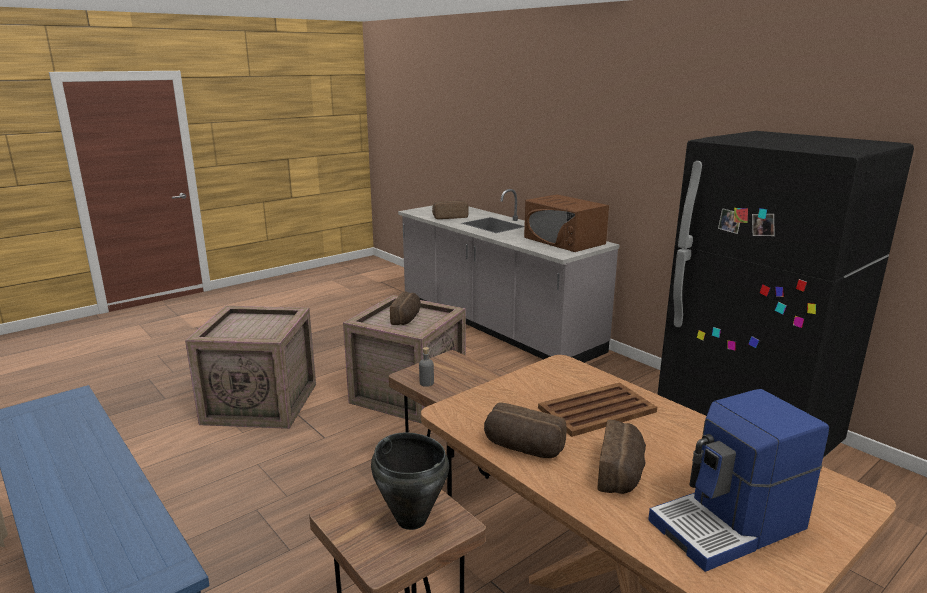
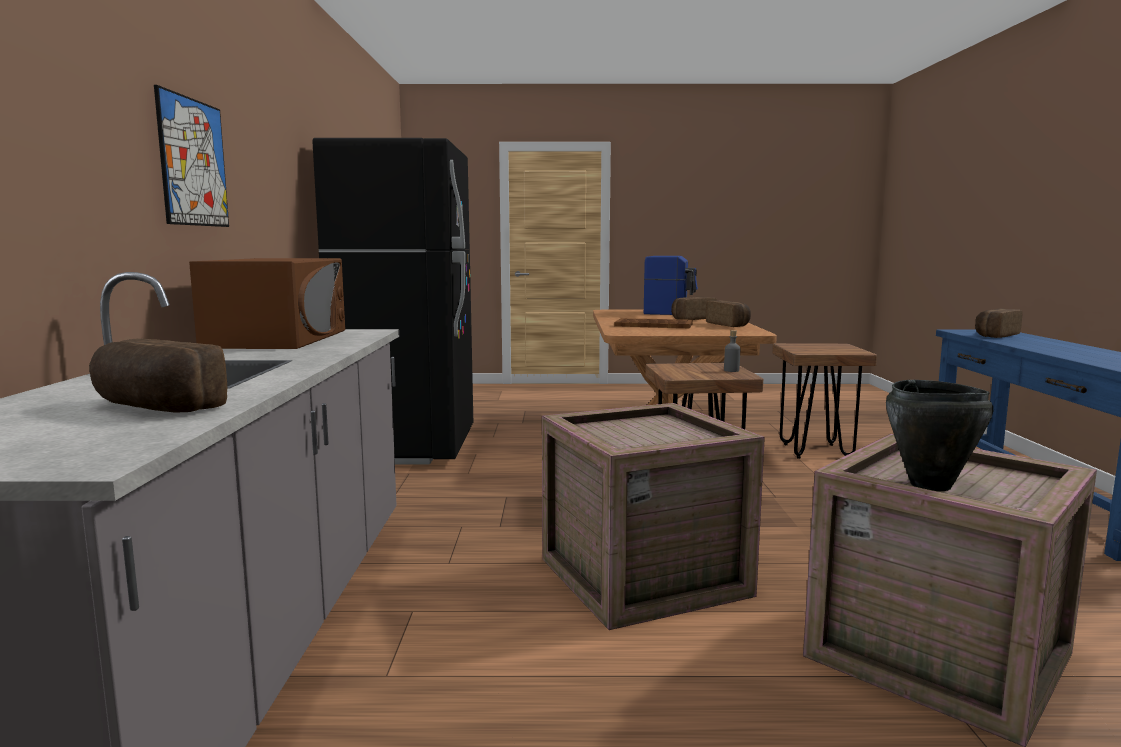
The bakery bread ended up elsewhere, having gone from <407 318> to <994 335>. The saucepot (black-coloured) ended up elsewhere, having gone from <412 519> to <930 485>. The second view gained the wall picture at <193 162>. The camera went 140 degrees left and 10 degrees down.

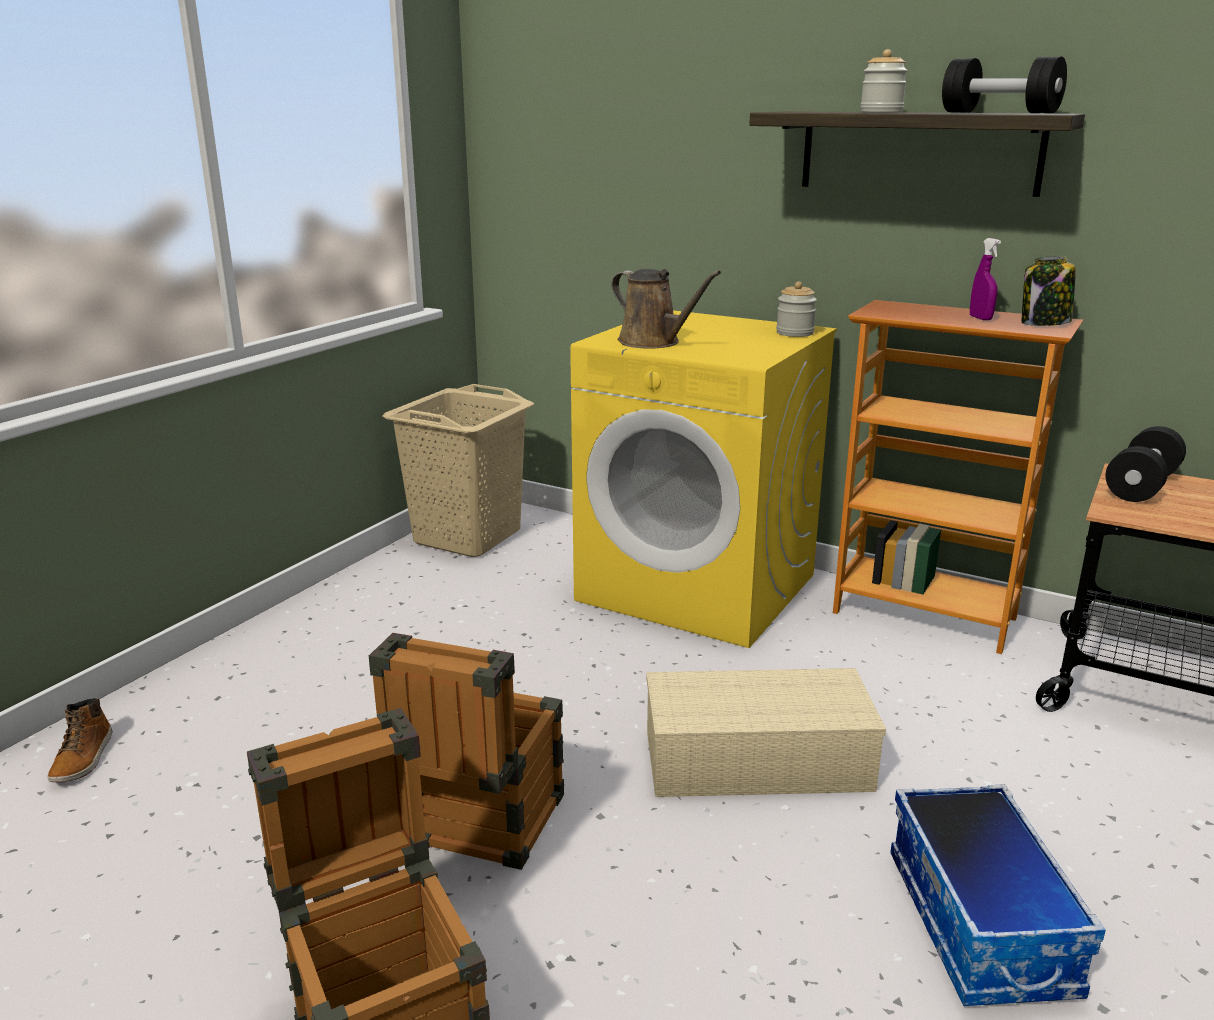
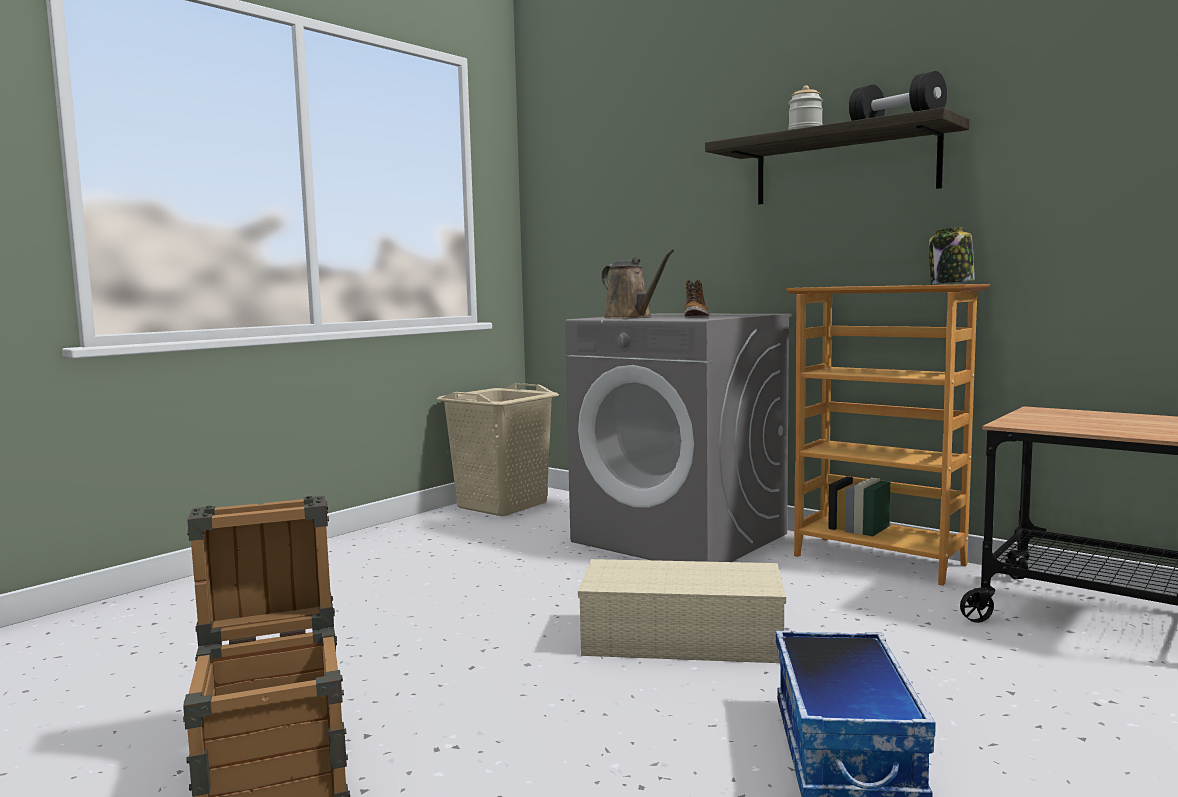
The second view lost the sprayer (purplish) at <980 318>. The second view lost the storage jar at <794 333>. What was the washing machine (yellowish) at <699 587> turned into the washing machine (gray) at <681 538>. The second view lost the hand weight (black-coloured) at <1141 486>. The second view lost the crate at <480 832>. The high-top boot ended up elsewhere, having gone from <84 759> to <696 316>. The camera went 10 degrees right and 15 degrees down.

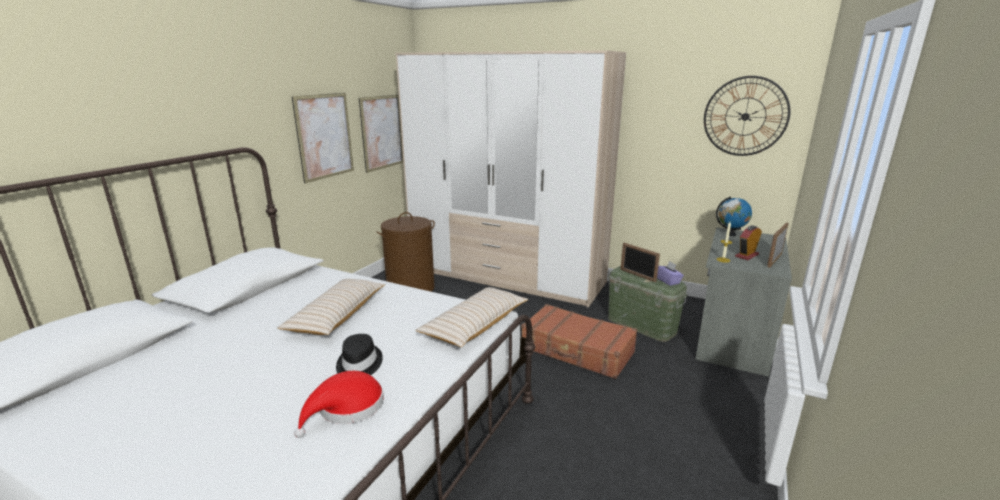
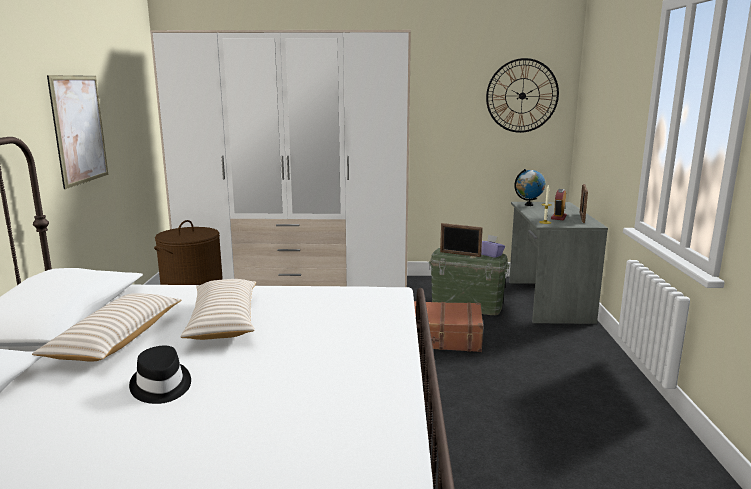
The second view lost the wall picture at <382 132>. The throw pillow (sand-coloured) ended up elsewhere, having gone from <475 326> to <116 340>. The clothing hat (black-coloured) ended up elsewhere, having gone from <358 365> to <160 386>. The second view lost the clothing hat (reddish) at <347 408>. The camera went 25 degrees left and 5 degrees down.

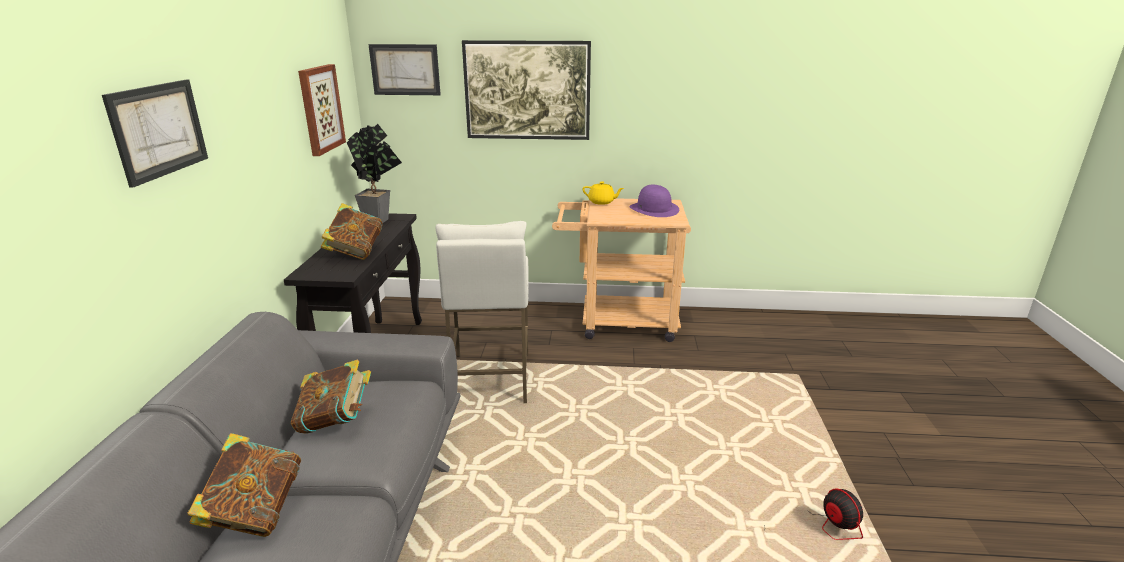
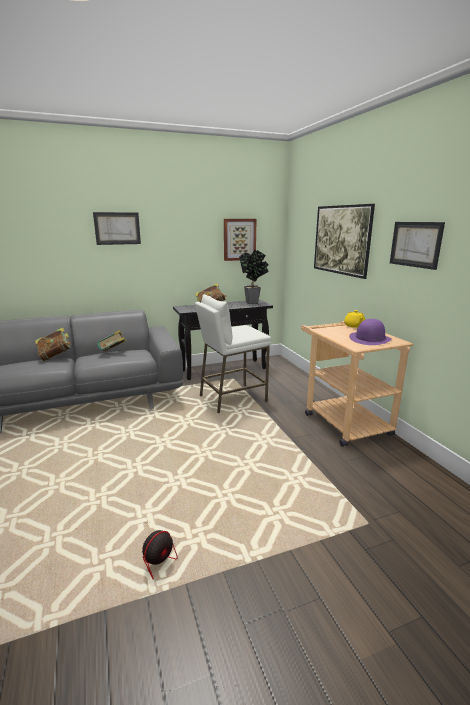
The wall picture ended up elsewhere, having gone from <405 69> to <415 244>. The camera went 65 degrees right and 5 degrees down.

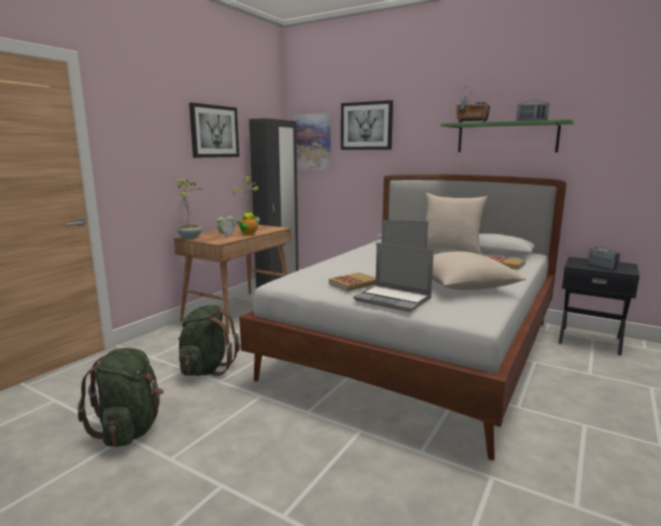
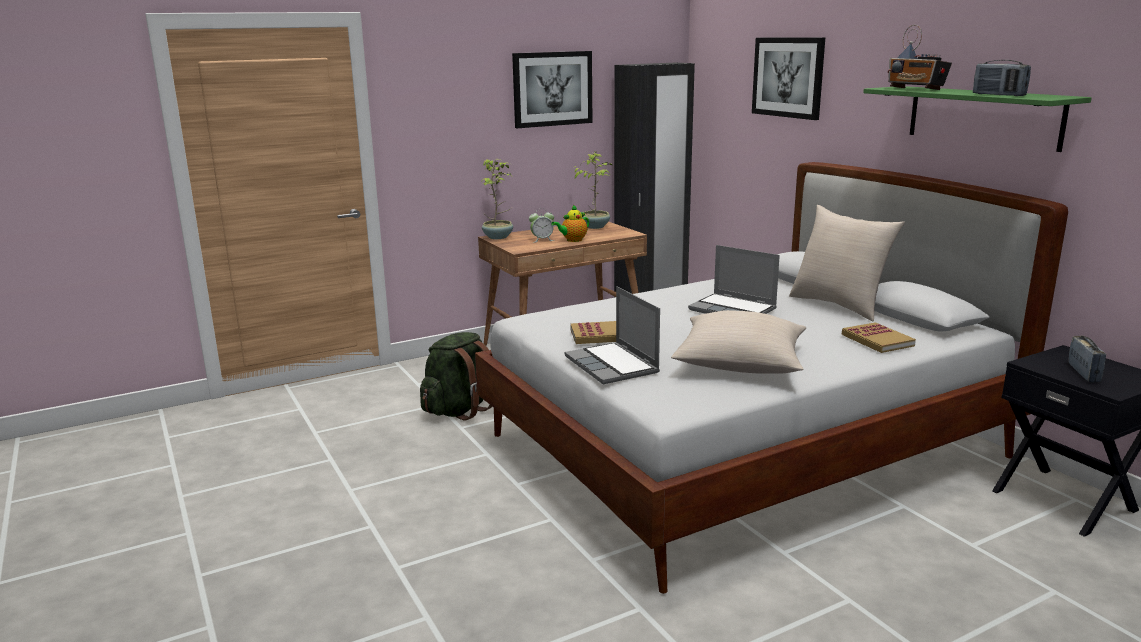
The second view lost the wall picture at <313 142>. The second view lost the backpack (greenish) at <130 429>. The camera went 30 degrees right and 5 degrees up.

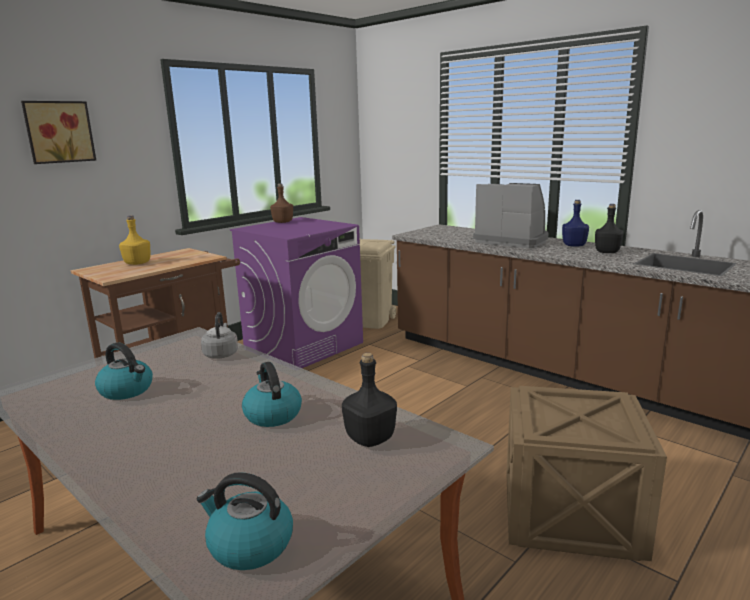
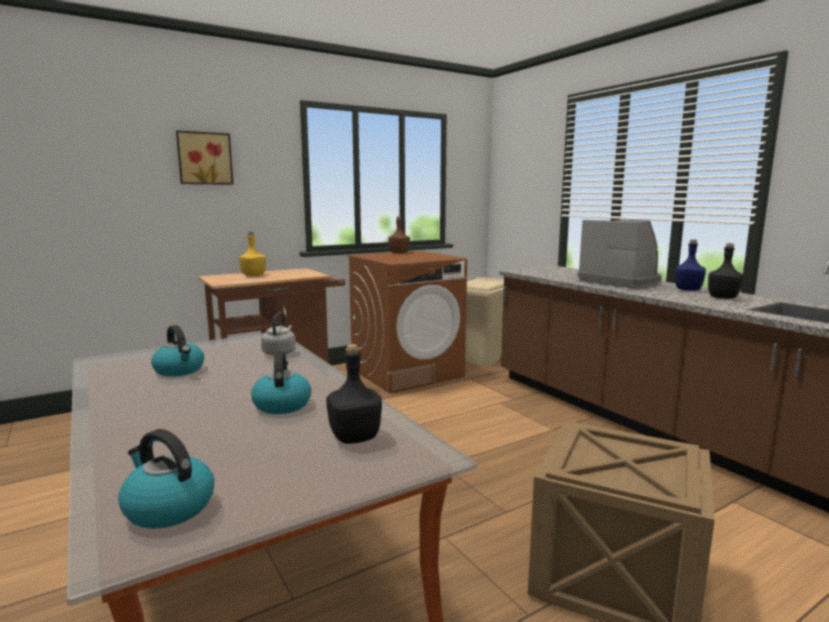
What was the washing machine (purplish) at <304 345> turned into the washing machine (brown-coloured) at <407 373>. The camera went 15 degrees right and 5 degrees down.

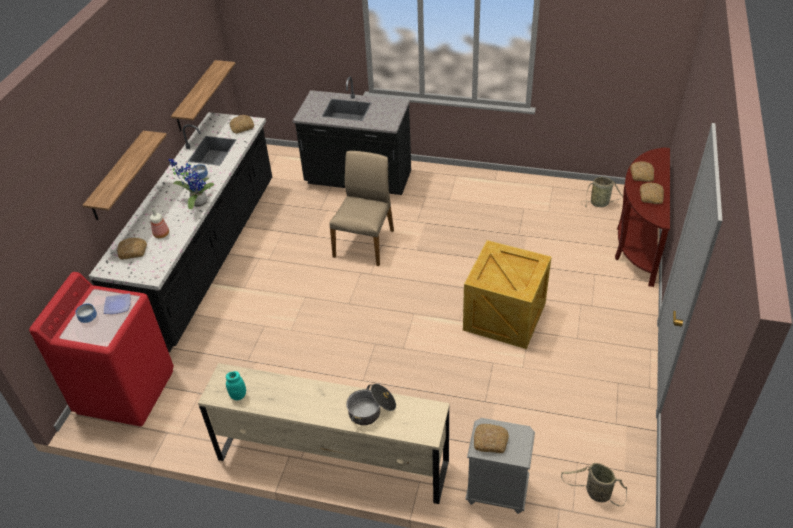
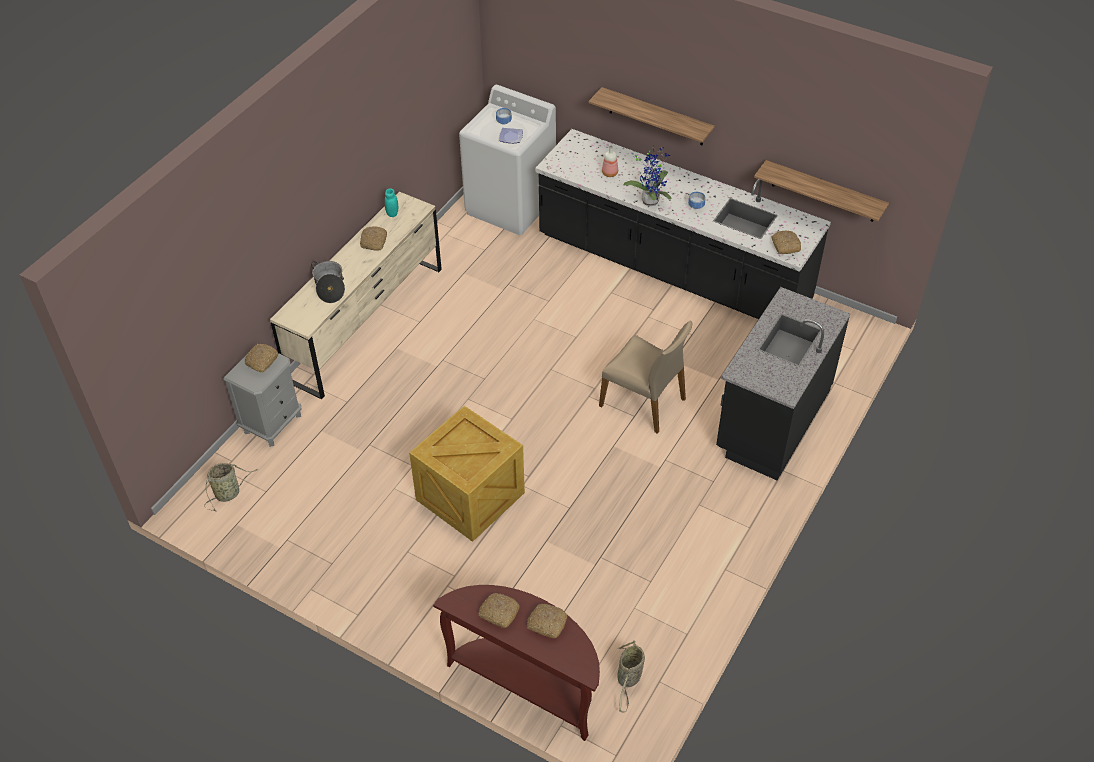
The bakery bread ended up elsewhere, having gone from <133 251> to <374 242>. What was the washing machine (reddish) at <126 391> turned into the washing machine (white-coloured) at <511 206>. The camera went 105 degrees right and 5 degrees up.

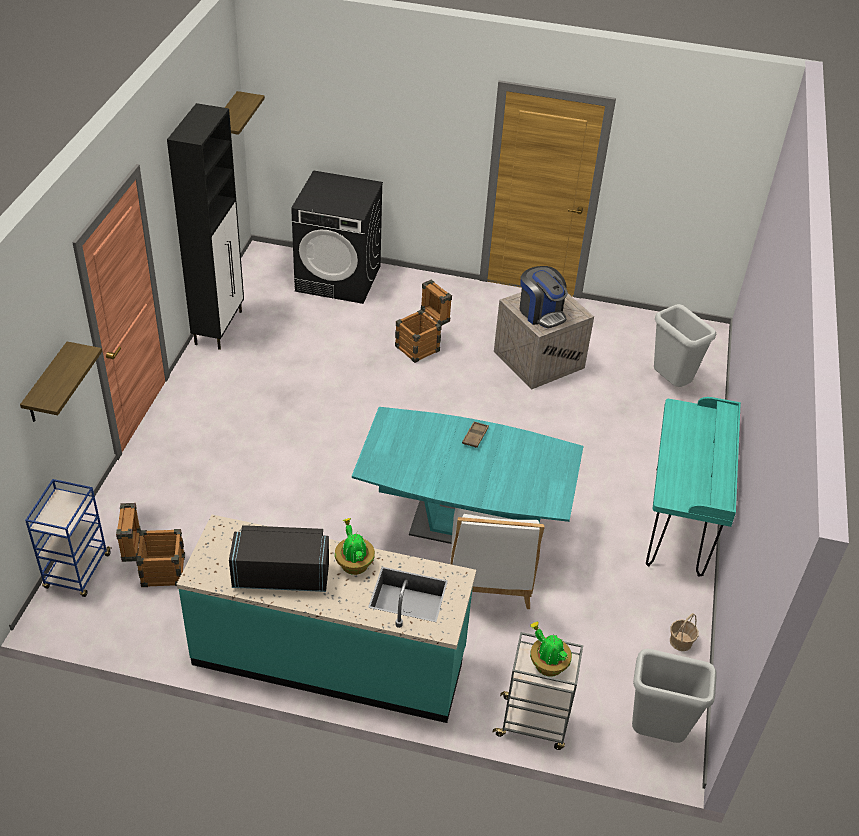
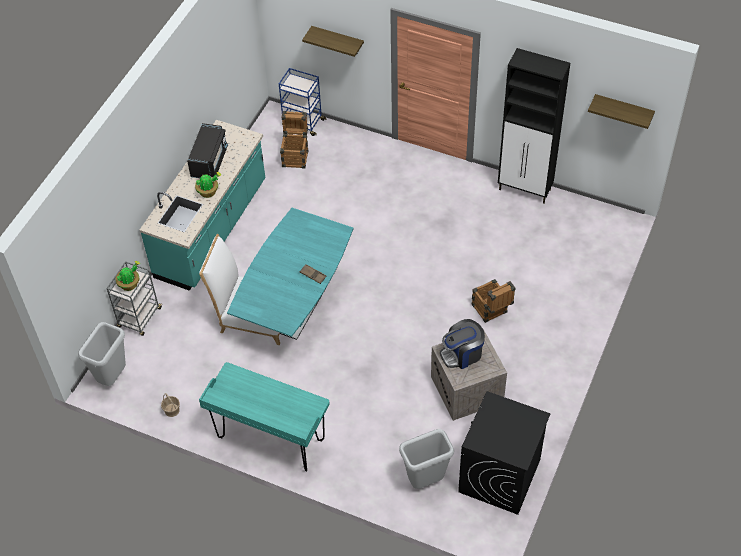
The washing machine (black-coloured) ended up elsewhere, having gone from <339 278> to <499 476>. The camera went 105 degrees right and 10 degrees up.

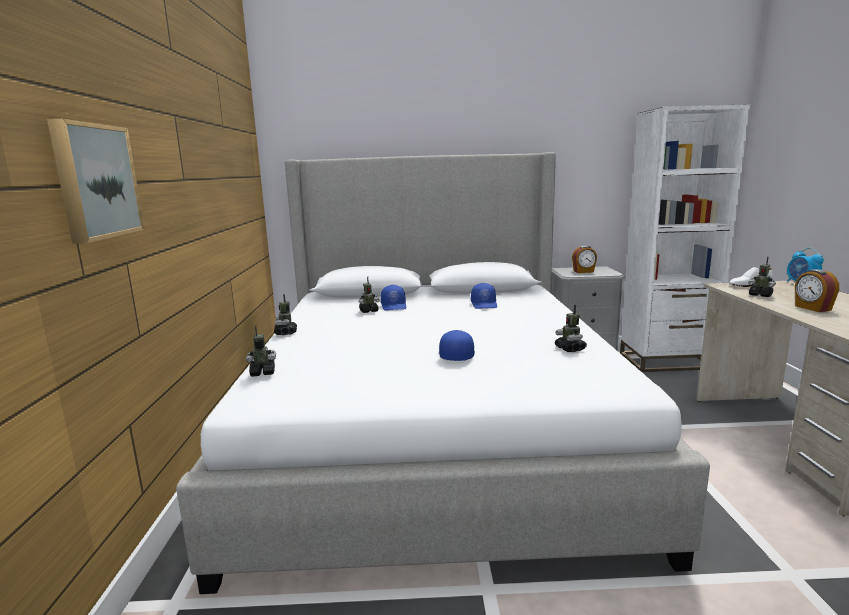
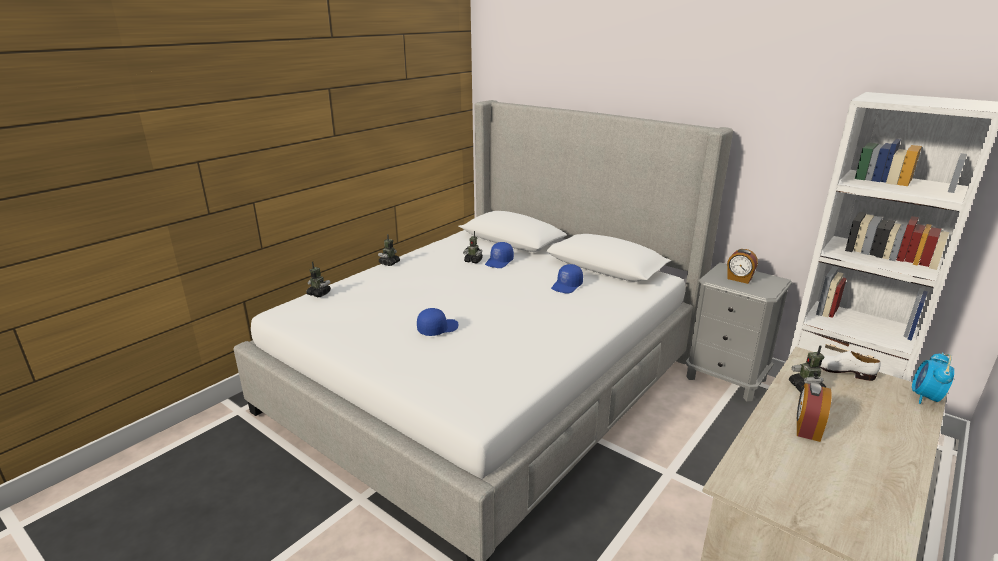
The second view lost the wall picture at <95 181>. The second view lost the robot figure at <570 349>. The camera went 40 degrees right and 10 degrees up.

